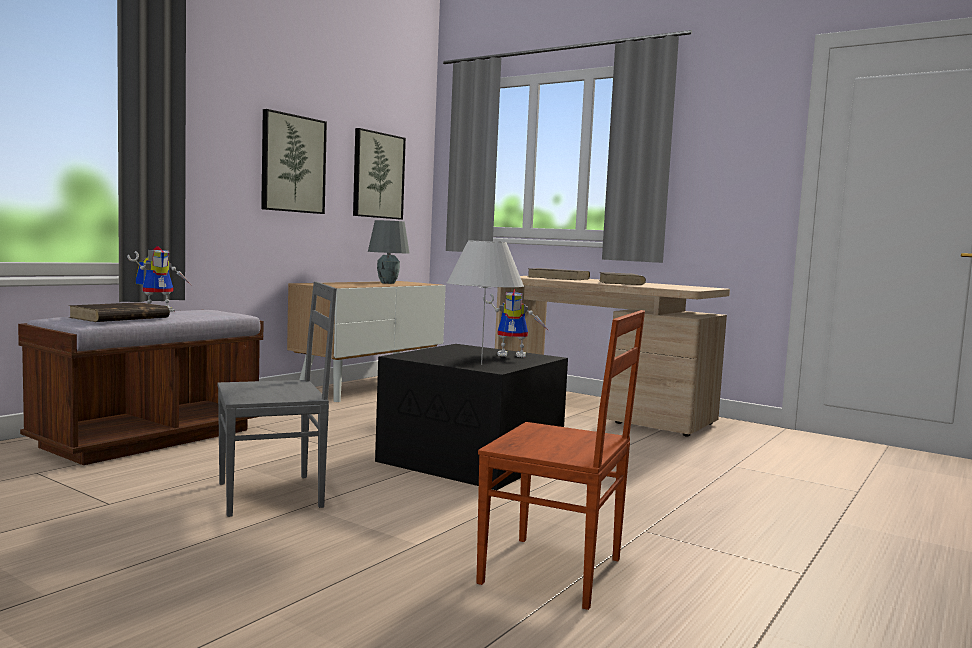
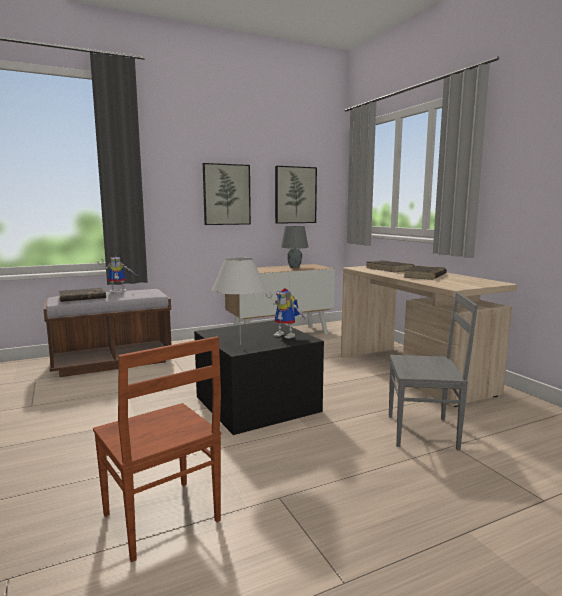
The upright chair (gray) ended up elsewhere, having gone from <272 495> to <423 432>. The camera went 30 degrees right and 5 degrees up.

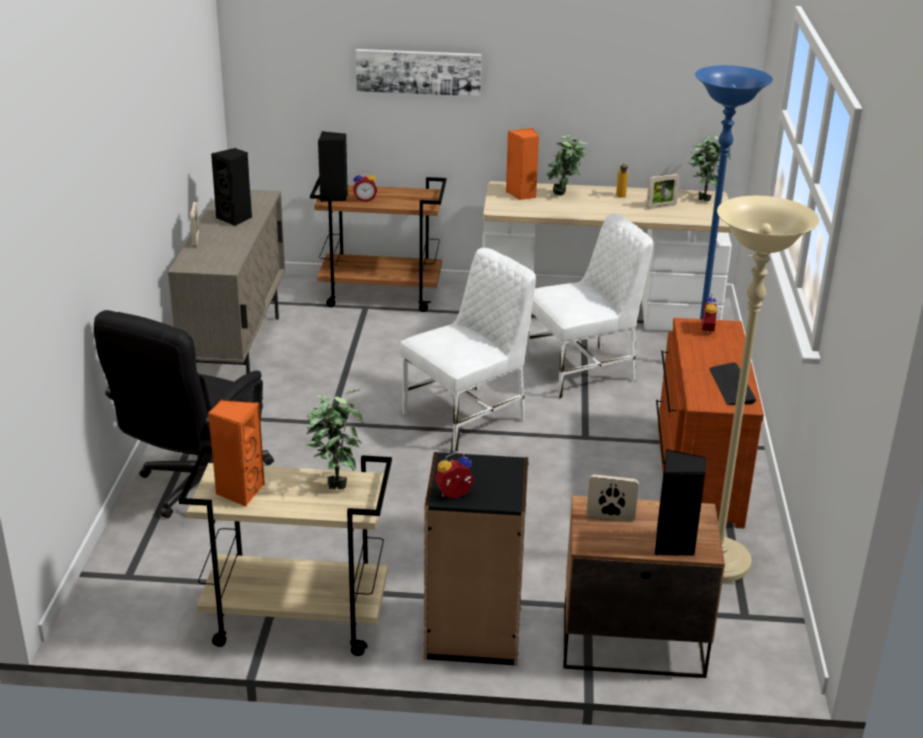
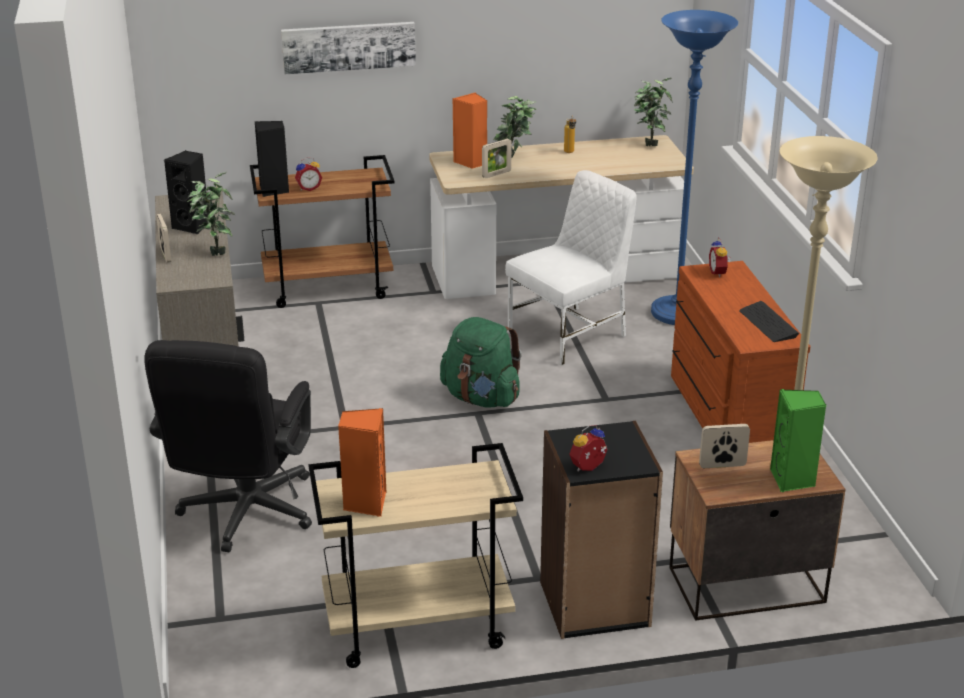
The picture frame ended up elsewhere, having gone from <661 206> to <496 174>. Where the upright chair (white-coloured) stood at <467 417>, the backpack (greenish) came to stand at <481 398>. The plant in a pot ended up elsewhere, having gone from <335 480> to <214 251>. What was the loudspeaker (black-coloured) at <674 545> turned into the loudspeaker (greenish) at <793 480>. The camera went 15 degrees left and 0 degrees up.

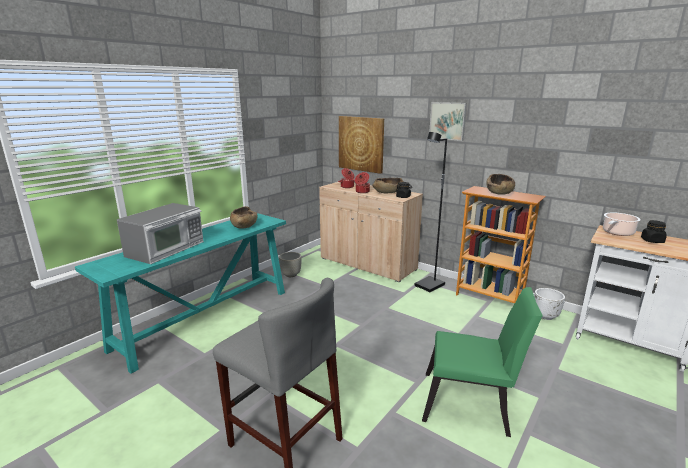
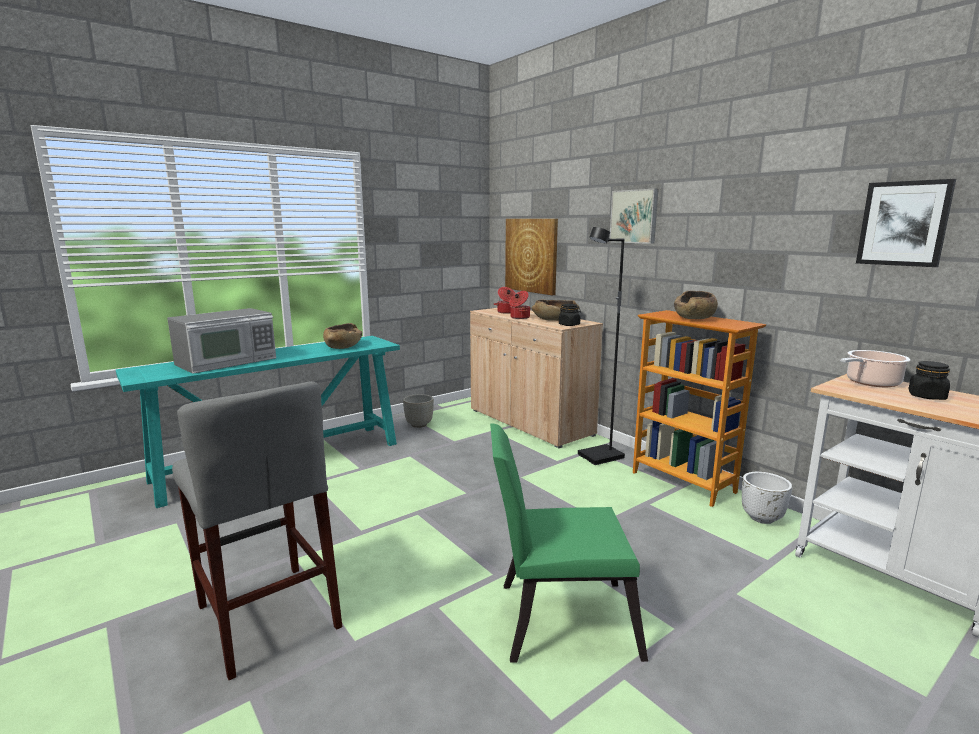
The upright chair (greenish) at <471 405> ended up facing another way, 150 degrees clockwise from before. The second view gained the wall picture at <903 223>. The camera went 15 degrees right and 5 degrees down.

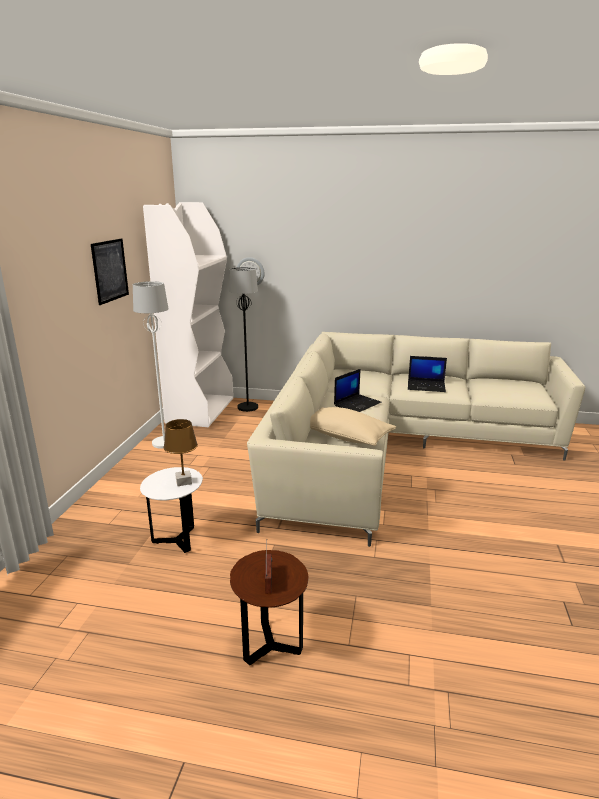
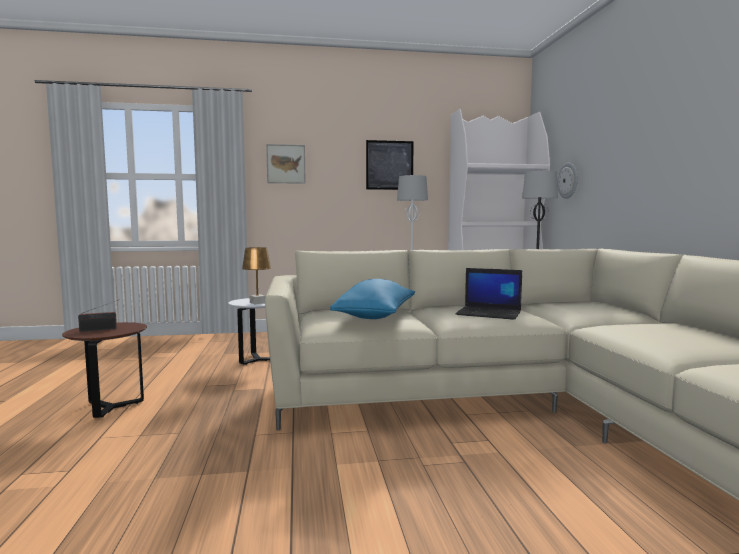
The second view lost the portable computer at <426 386>. What was the throw pillow (sand-coloured) at <346 437> turned into the throw pillow (blue) at <376 316>. The second view gained the wall picture at <286 164>. The camera went 70 degrees right and 15 degrees down.

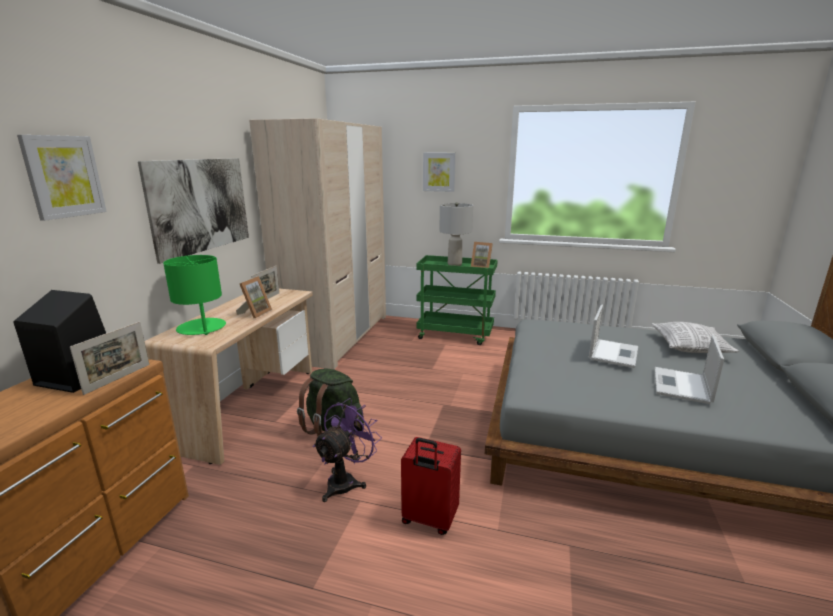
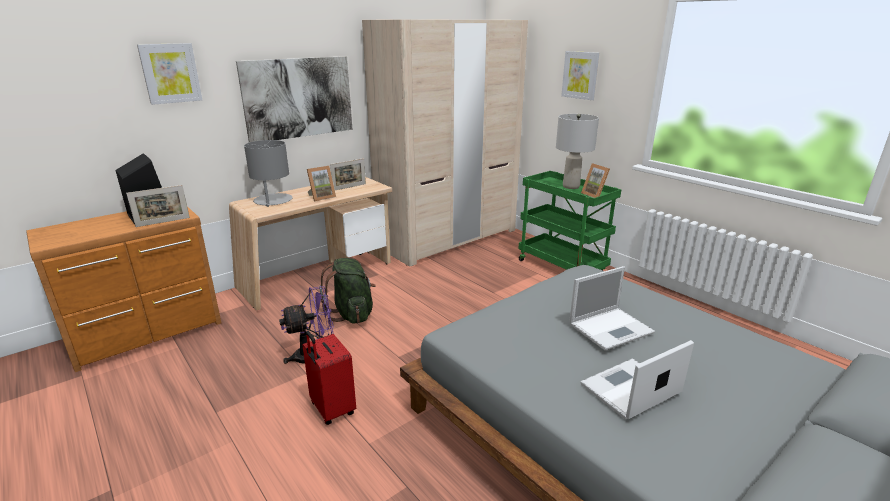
What was the table lamp (greenish) at <201 328> turned into the table lamp (gray) at <273 200>. The second view lost the throw pillow at <690 347>. The camera went 35 degrees right and 5 degrees up.

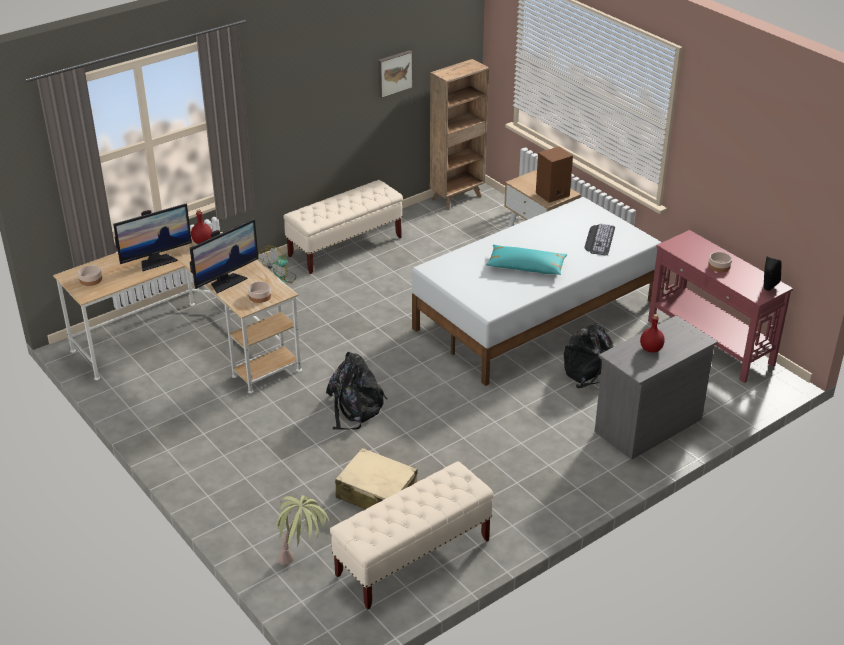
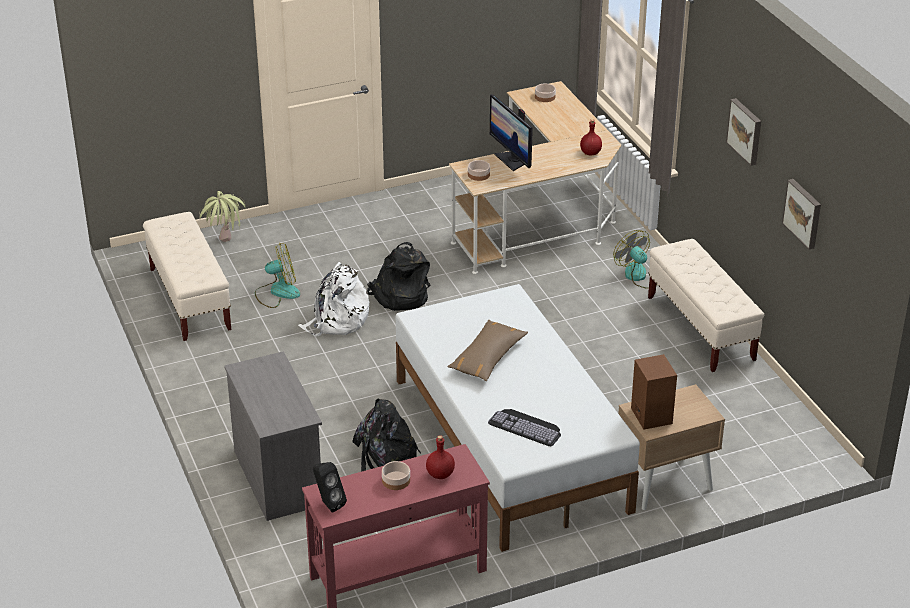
The second view lost the shelving unit (brown-coloured) at <457 197>. The second view lost the computer screen at <156 261>. What was the throw pillow (blue-green) at <526 267> turned into the throw pillow (brown-coloured) at <487 358>. The bottle (reddish) ended up elsewhere, having gone from <651 349> to <440 474>. Where the piece of luggage (sand-coloured) stood at <376 493>, the electric fan came to stand at <277 292>. The second view gained the wall picture at <746 131>. The second view gained the backpack (white-coloured) at <337 321>. The camera went 105 degrees right and 0 degrees up.

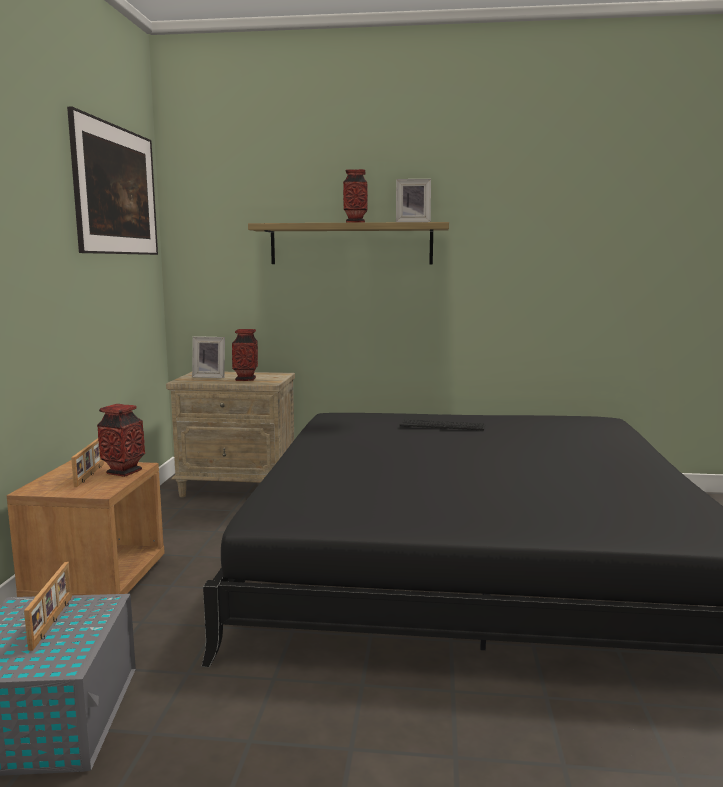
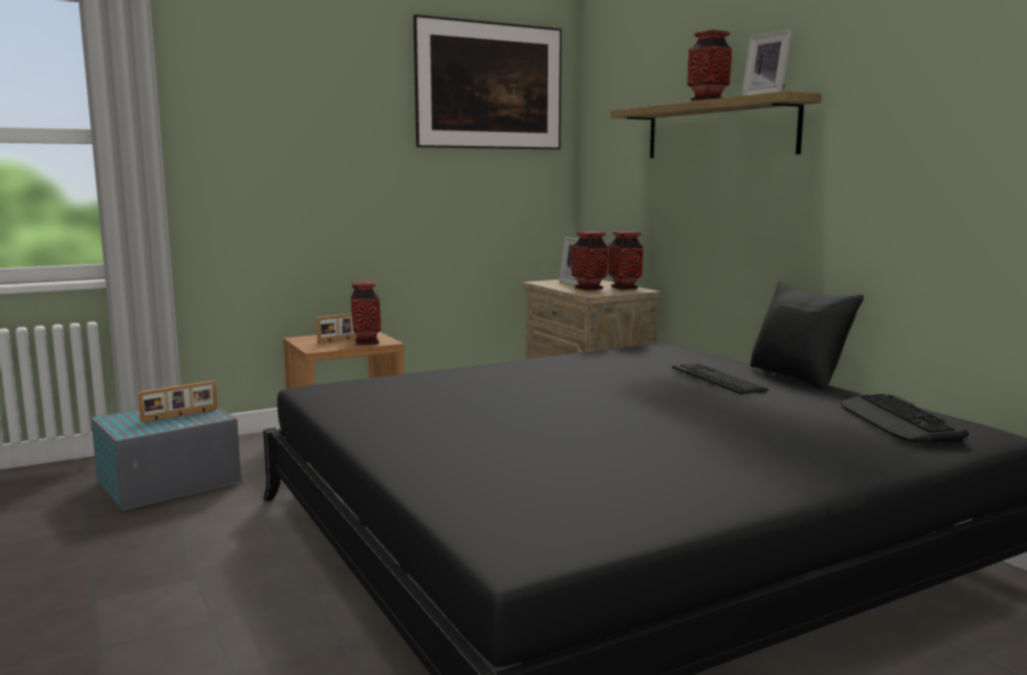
The second view gained the vase at <624 288>. The second view gained the throw pillow (black-coloured) at <798 377>. The second view gained the PC keyboard at <899 421>. The camera went 55 degrees right and 0 degrees up.

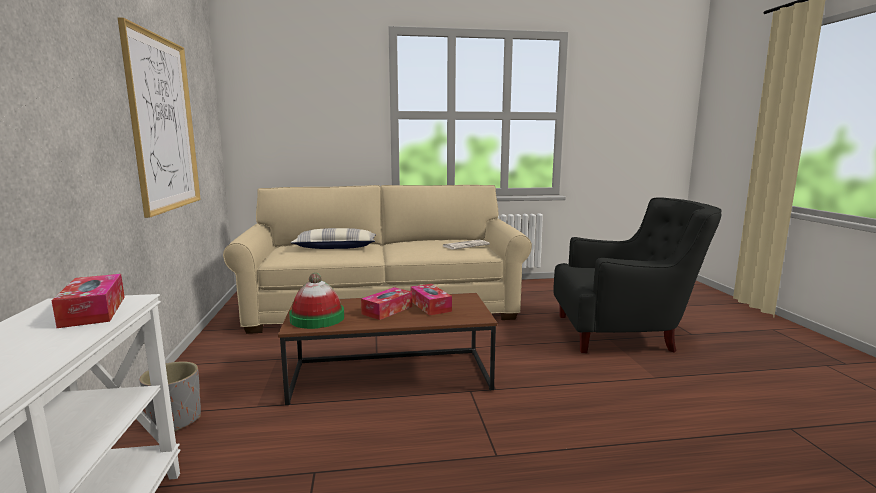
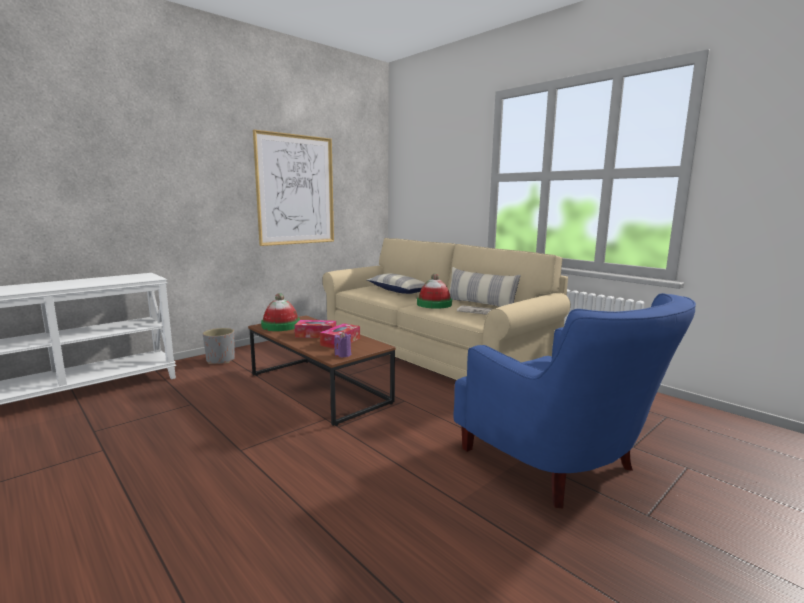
What was the lounge chair (black-coloured) at <624 333> turned into the lounge chair (blue) at <558 464>. The second view lost the box of tissues at <93 311>. The second view gained the throw pillow at <480 304>. The second view gained the clothing hat at <434 304>. The second view gained the wax light (purplish) at <343 355>. The camera went 55 degrees right and 0 degrees up.

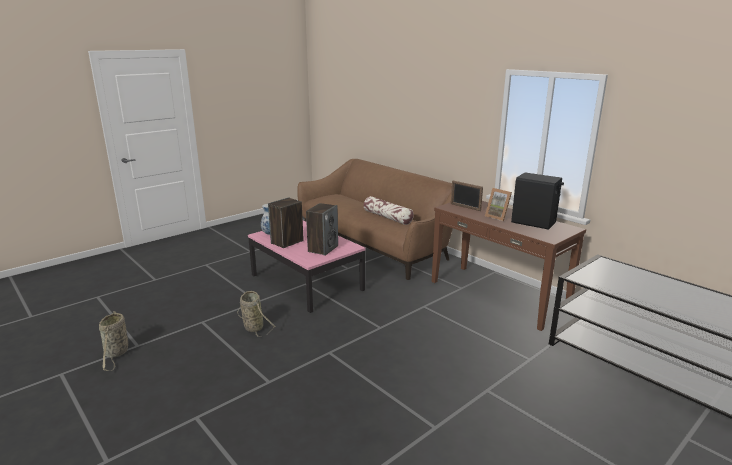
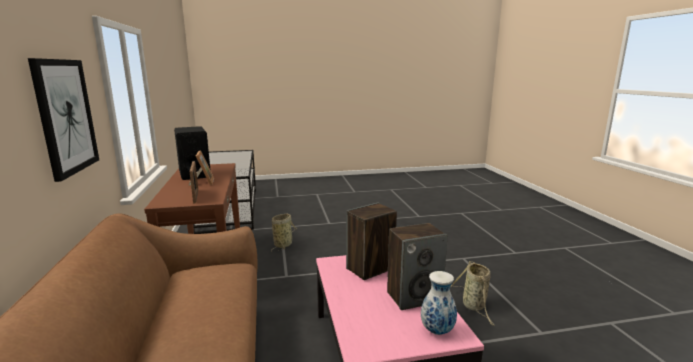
The second view lost the throw pillow at <387 217>. The storage basket ended up elsewhere, having gone from <116 353> to <283 244>. The second view gained the wall picture at <65 116>. The camera went 150 degrees left and 5 degrees down.

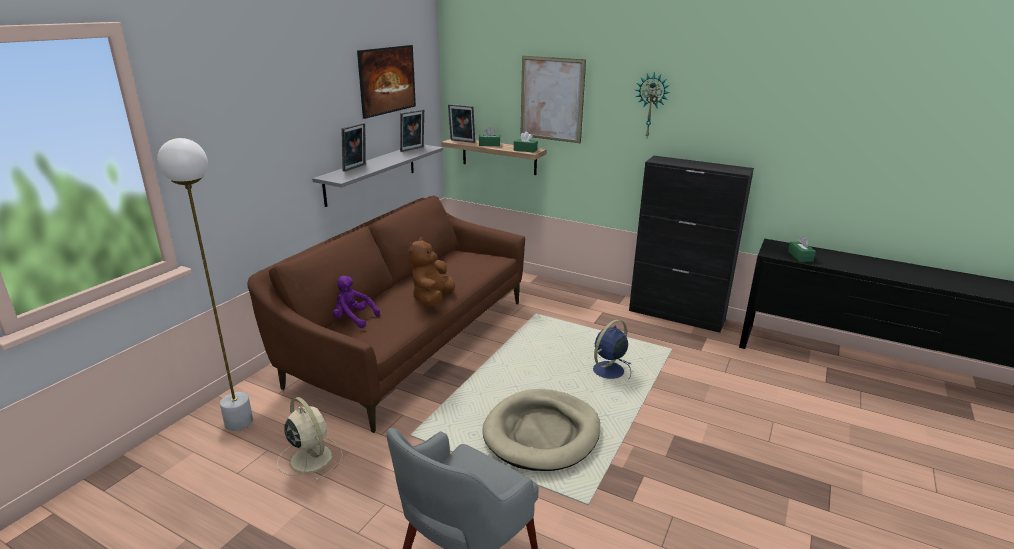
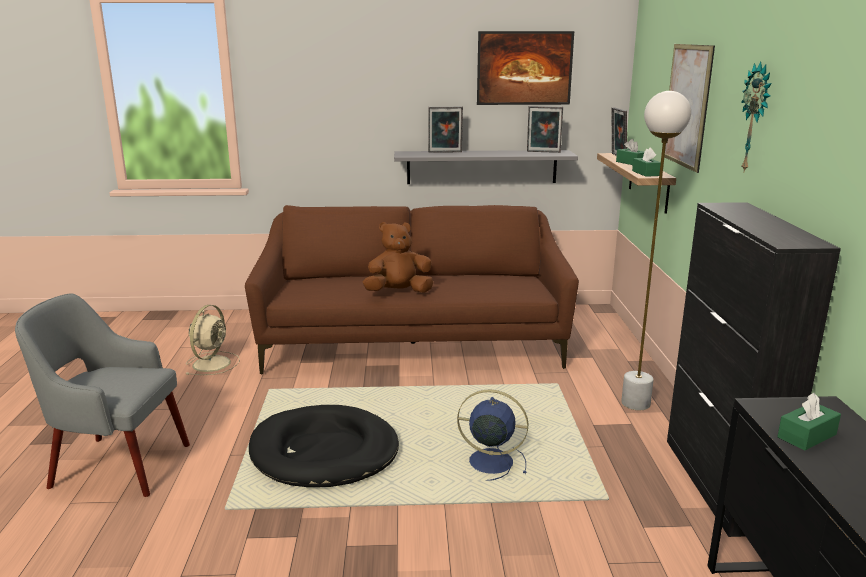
The floor lamp (white-coloured) ended up elsewhere, having gone from <238 422> to <635 403>. The second view lost the soft toy (purplish) at <353 319>. What was the dog bed (sand-coloured) at <542 433> turned into the dog bed (black-coloured) at <324 452>. The camera went 60 degrees right and 5 degrees down.

